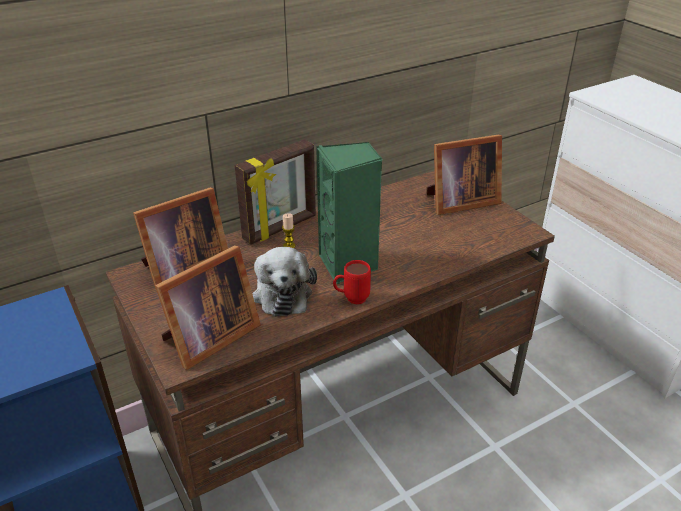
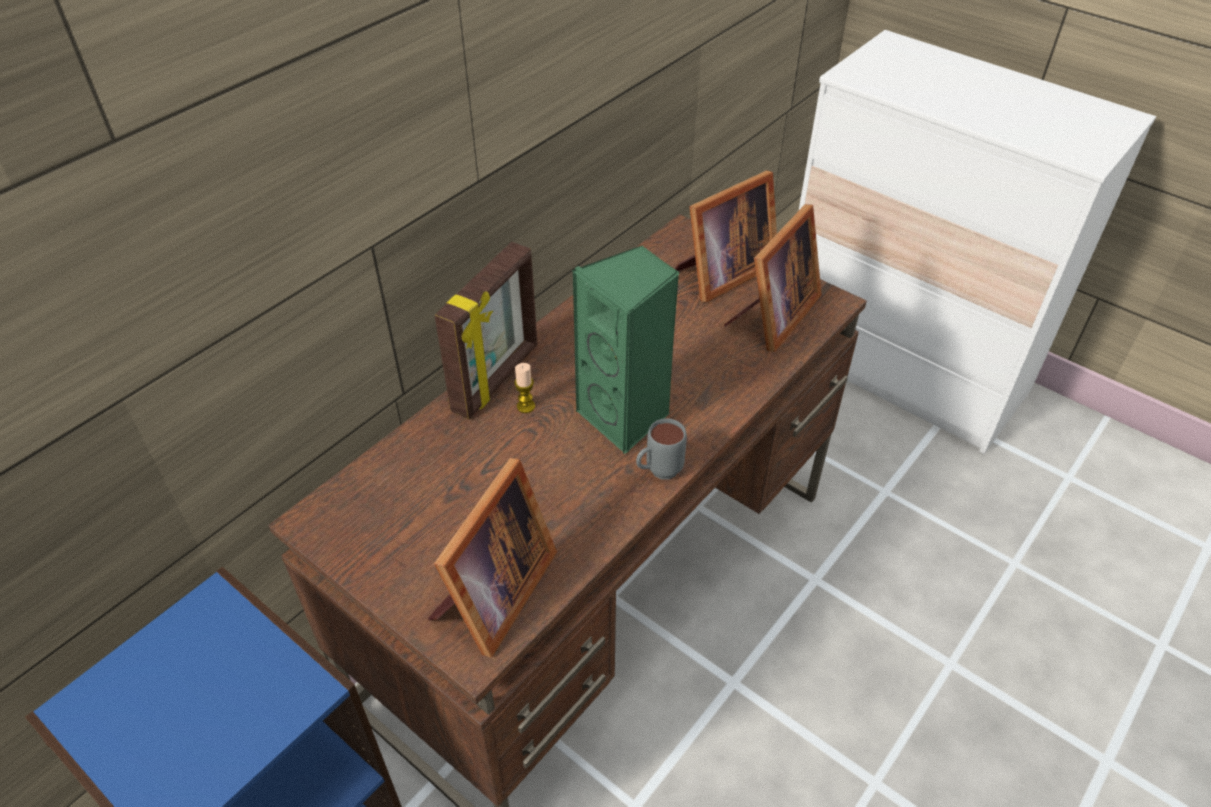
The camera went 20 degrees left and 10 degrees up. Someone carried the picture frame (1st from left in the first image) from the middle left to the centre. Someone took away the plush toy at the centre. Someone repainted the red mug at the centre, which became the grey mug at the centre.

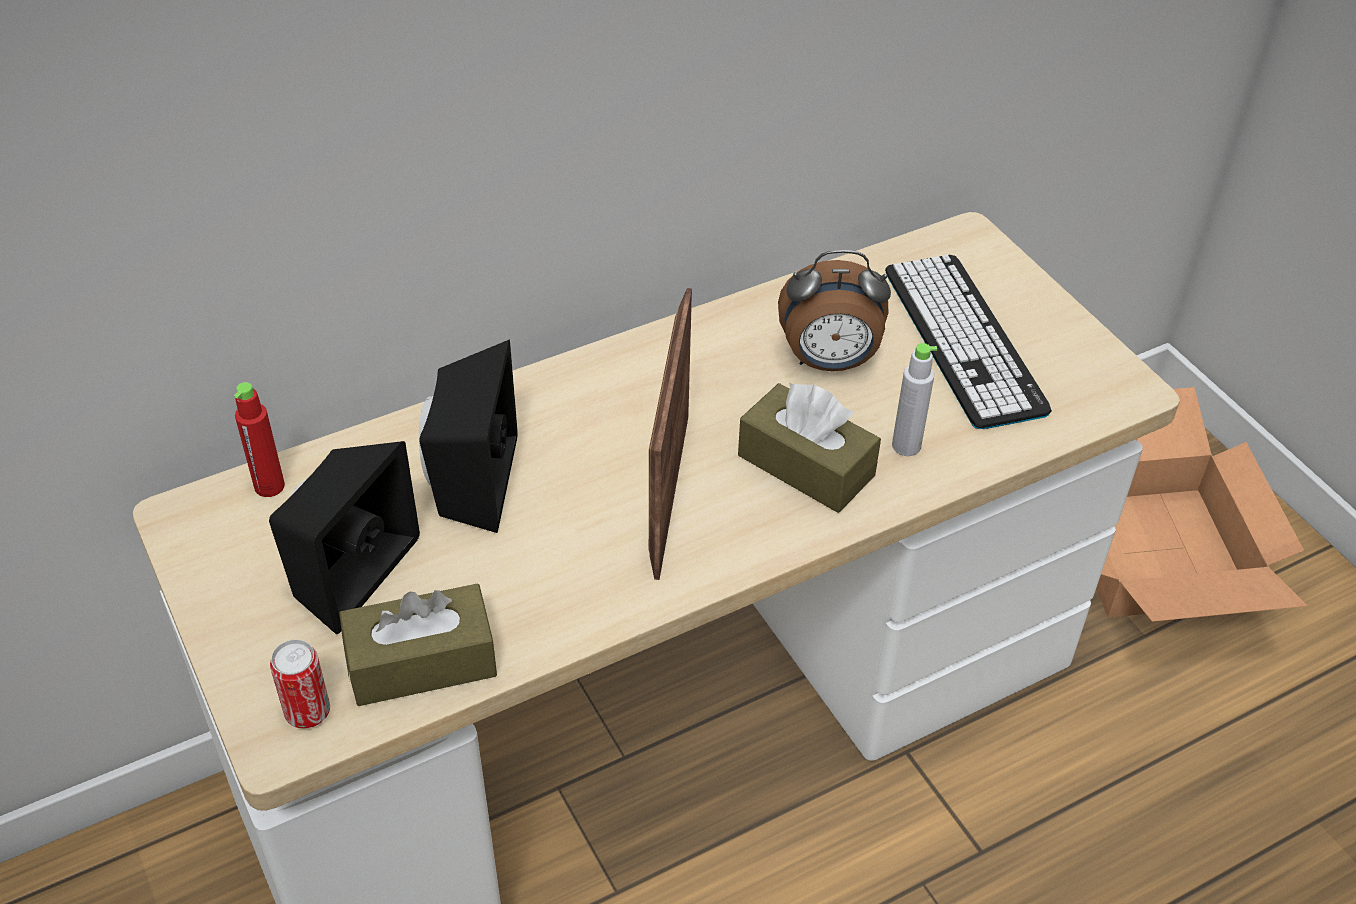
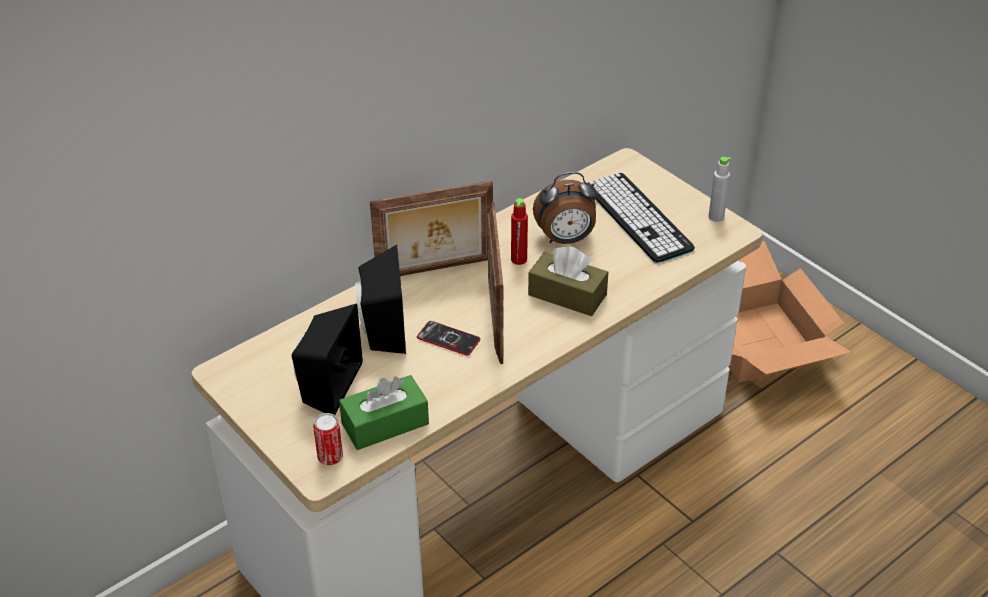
The camera went 10 degrees left and 5 degrees down. Someone carried the red bottle from the middle left to the centre. Someone repainted the brown tissue box (1st from left) at the bottom left, which became the green tissue box at the bottom centre. Someone carried the grey bottle from the middle right to the top right. Someone put down the picture frame (1st from left) at the centre. Someone put down the phone at the centre.

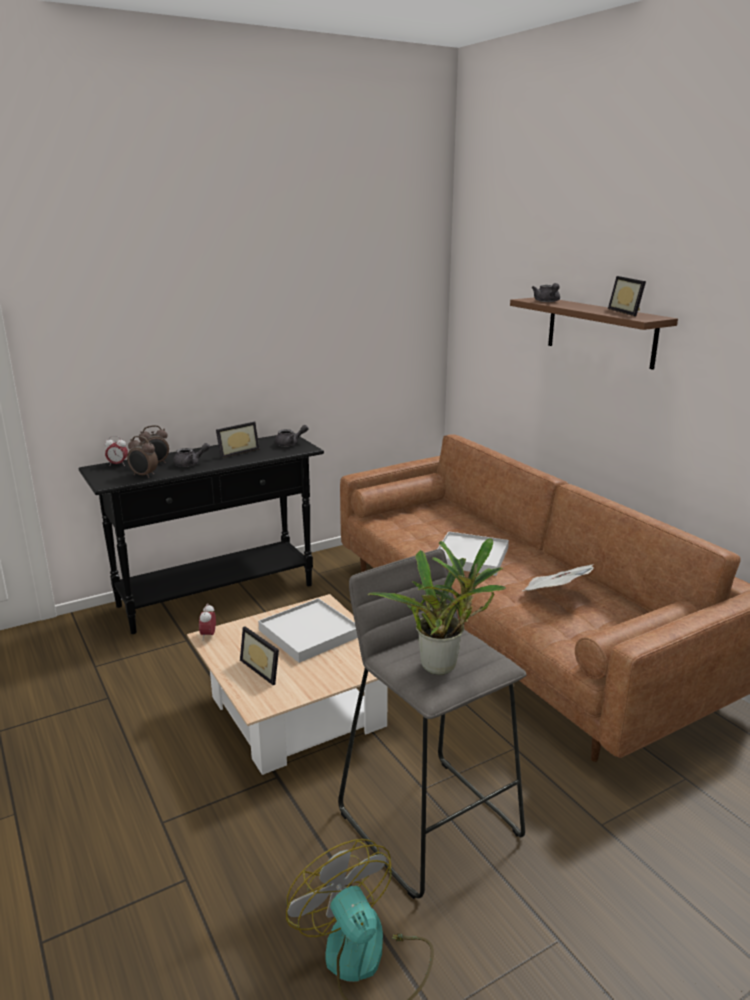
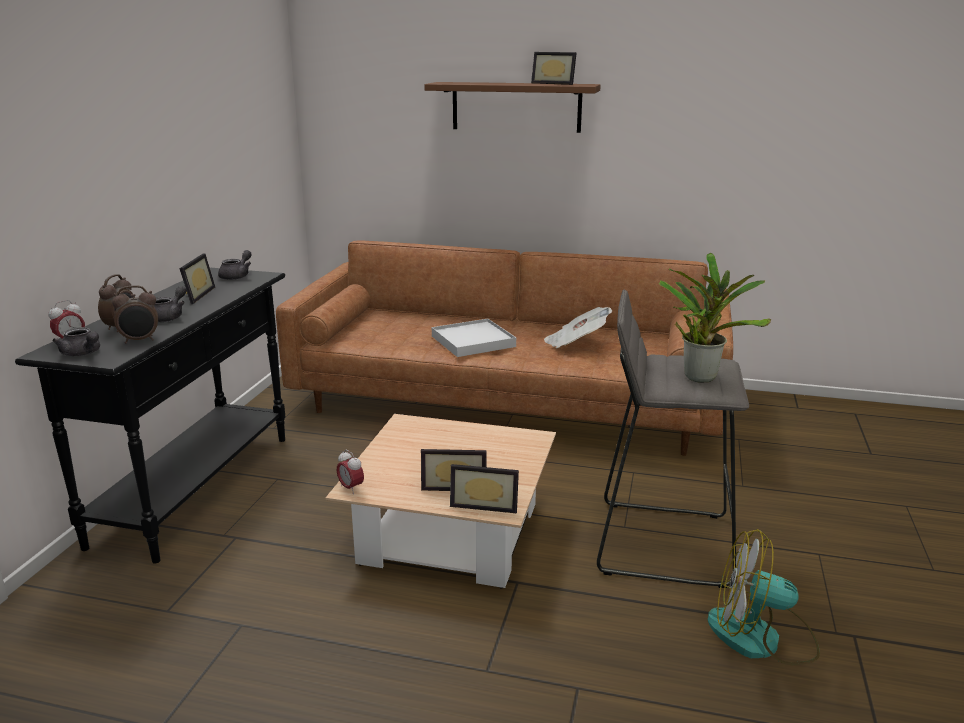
The camera went 45 degrees left and 0 degrees up. Someone took away the white tray (1st from left) at the centre. Someone carried the grey teapot (3rd from left in the first image) from the top right to the middle left. Someone put down the picture frame (3rd from left) at the bottom centre.

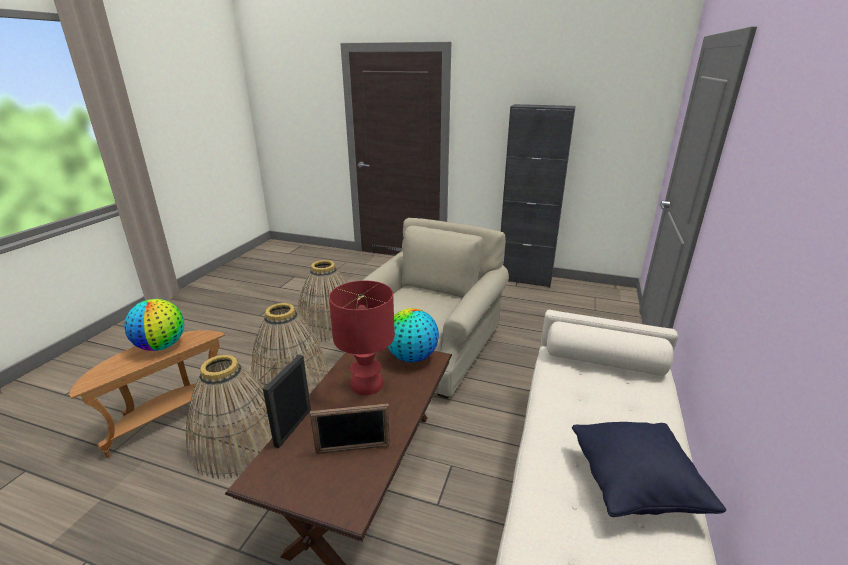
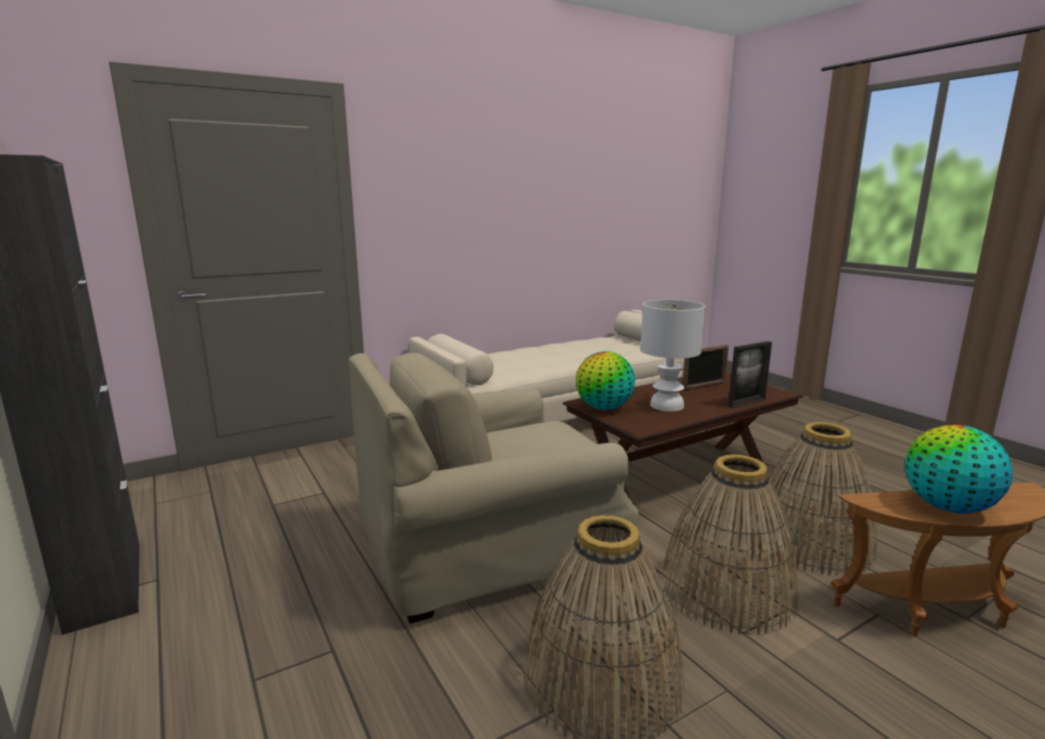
The camera went 140 degrees left and 10 degrees down. Someone rotated the picture frame (2nd from left in the first image) at the bottom centre by 120 degrees clockwise. Someone repainted the red table lamp at the centre, which became the white table lamp at the centre. Someone took away the black pillow at the bottom right.

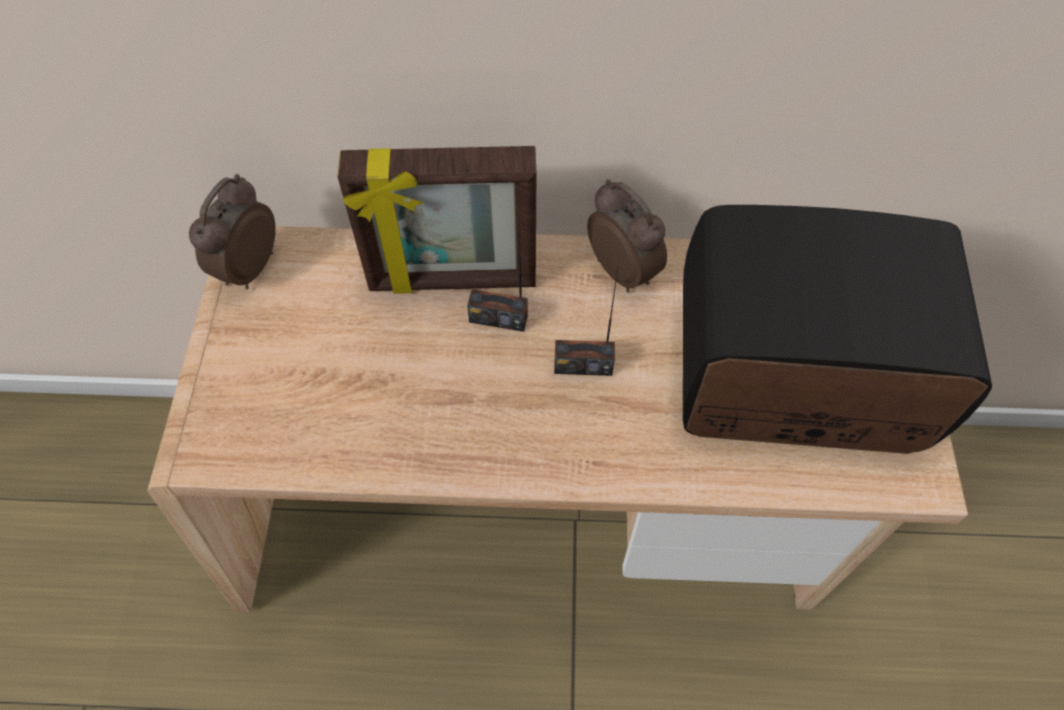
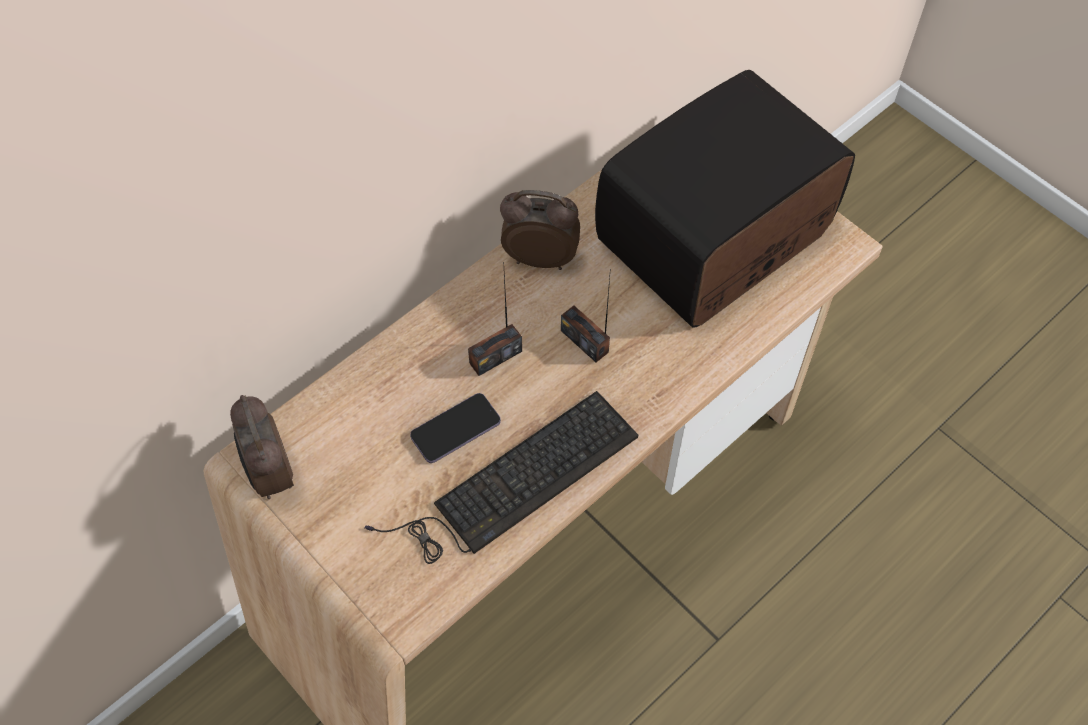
The camera went 45 degrees left and 0 degrees up. Someone took away the picture frame at the top centre. Someone rotated the radio (2nd from left) at the centre by 90 degrees clockwise. Someone put down the keyboard at the centre. Someone put down the phone at the centre.

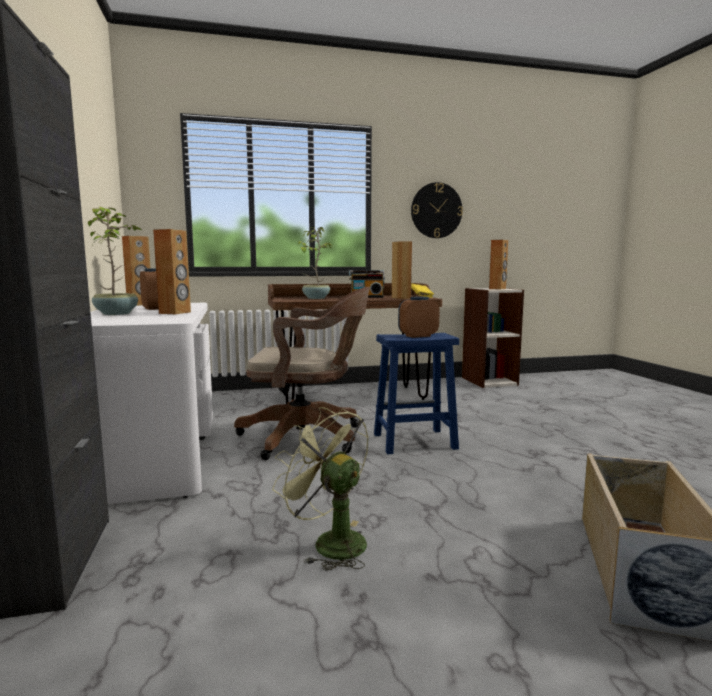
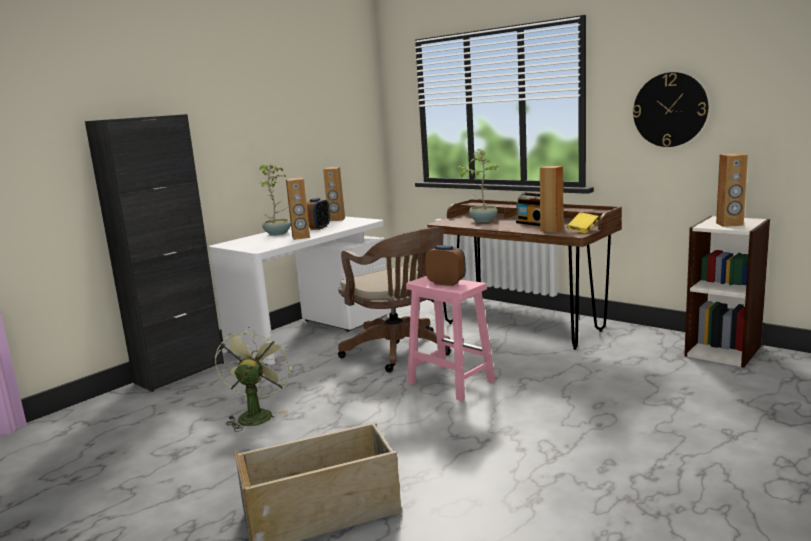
The camera went 55 degrees right and 5 degrees up. Someone repainted the blue stool at the centre, which became the pink stool at the centre.

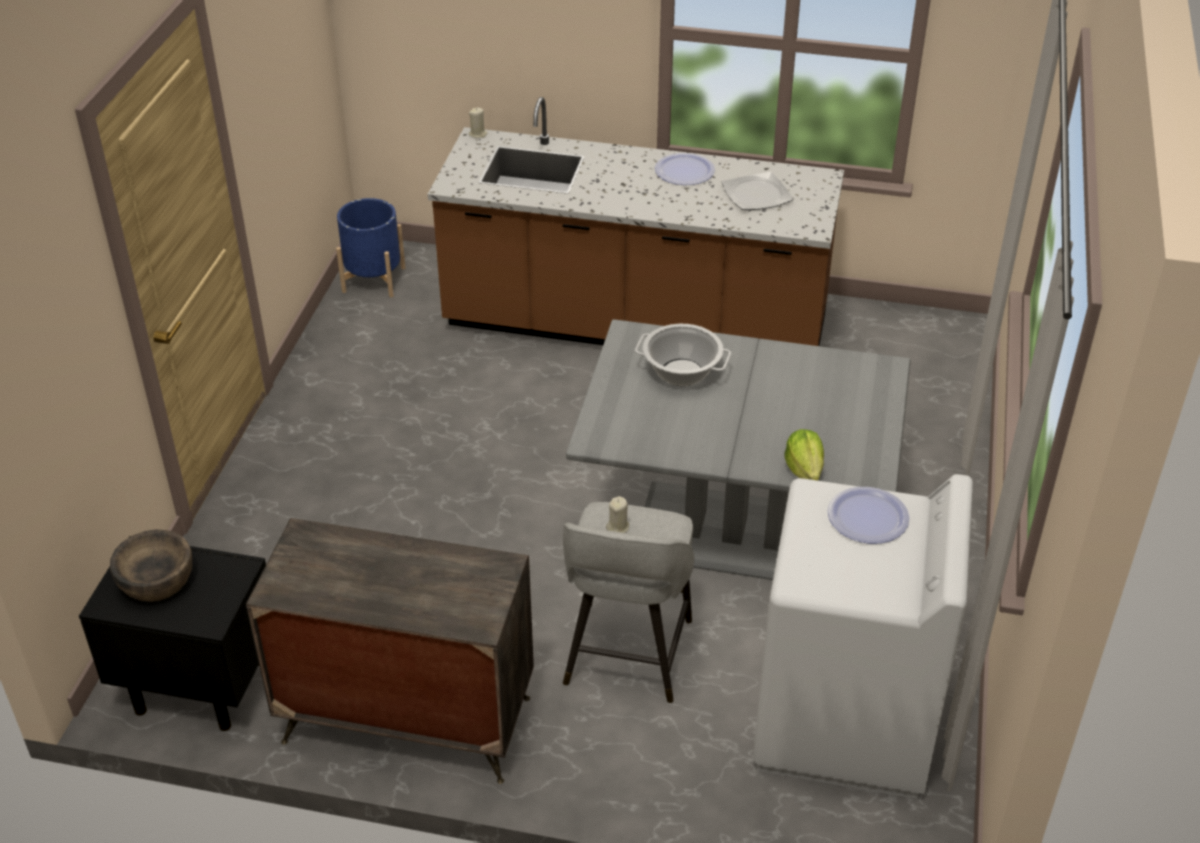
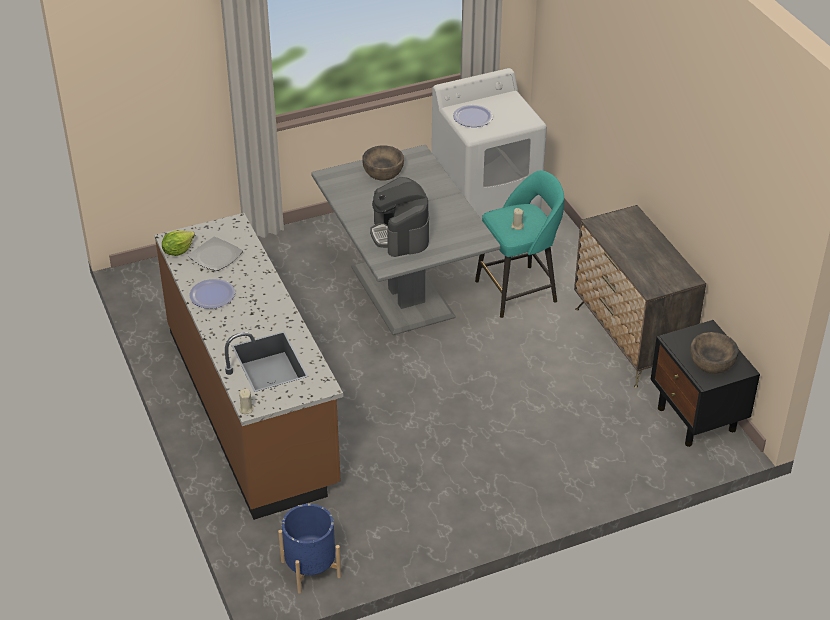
The camera went 125 degrees left and 0 degrees up. Someone repainted the grey stool at the bottom centre, which became the turquoise stool at the centre. Someone swapped the cooking pot at the centre for the coffee machine at the centre. Someone carried the lettuce from the middle right to the middle left. Someone put down the brown bowl (1st from left) at the top centre.

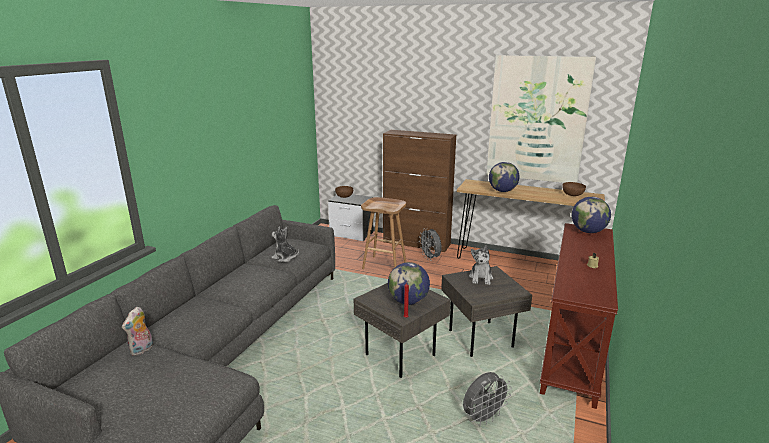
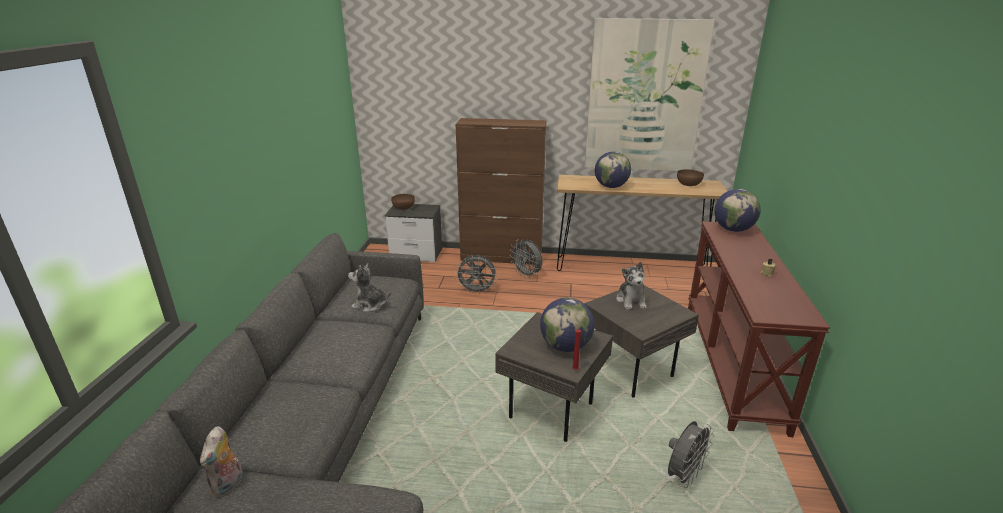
The camera went 15 degrees left and 5 degrees up. Someone swapped the brown stool at the centre for the grey fan (1st from left) at the centre.

